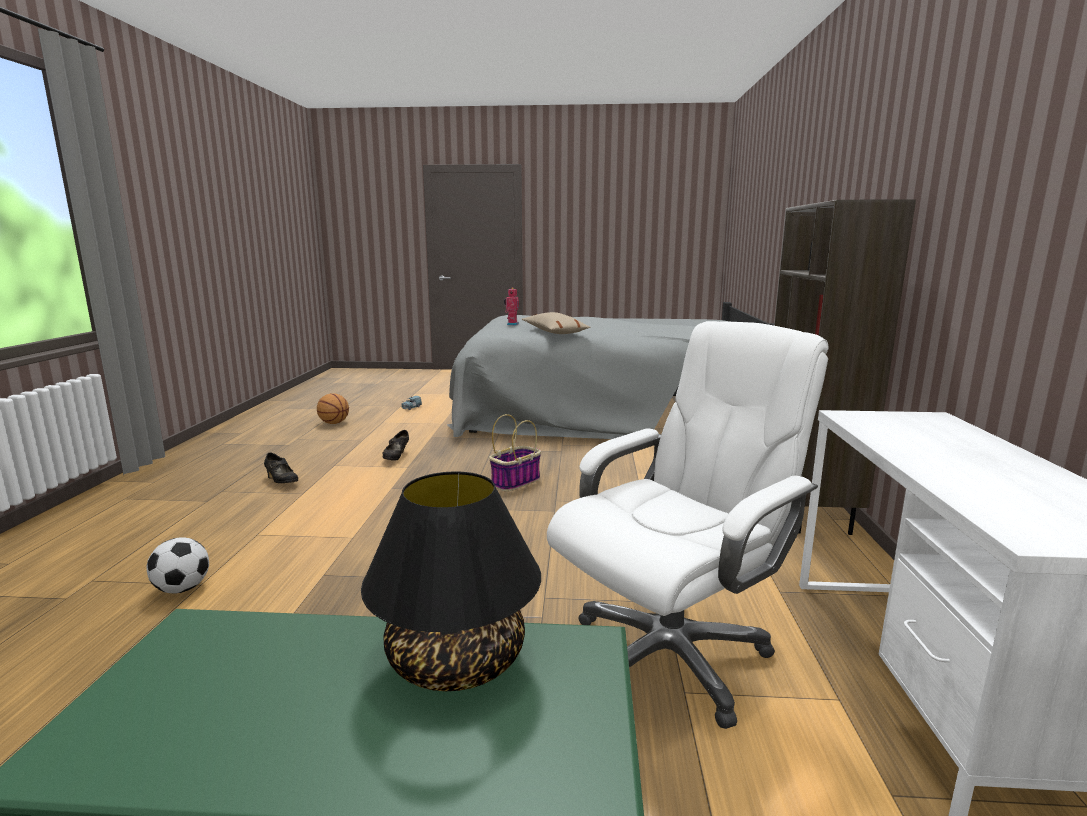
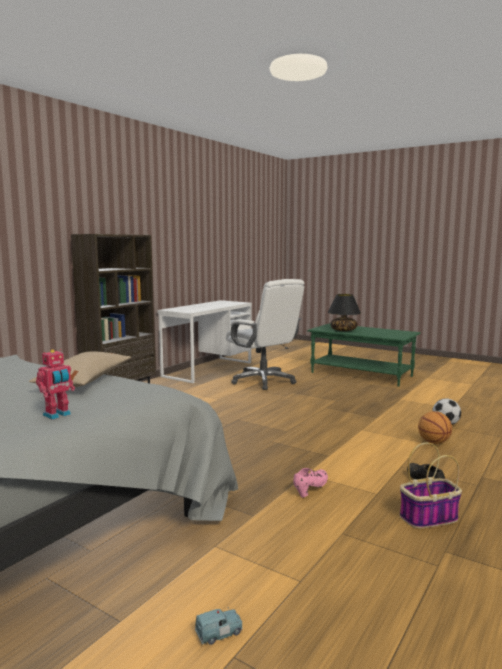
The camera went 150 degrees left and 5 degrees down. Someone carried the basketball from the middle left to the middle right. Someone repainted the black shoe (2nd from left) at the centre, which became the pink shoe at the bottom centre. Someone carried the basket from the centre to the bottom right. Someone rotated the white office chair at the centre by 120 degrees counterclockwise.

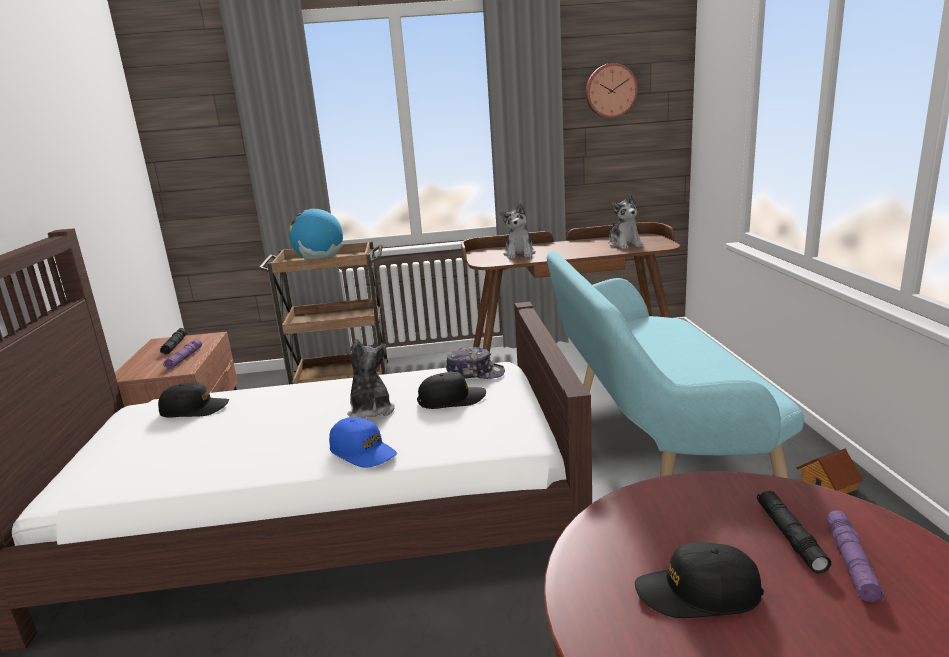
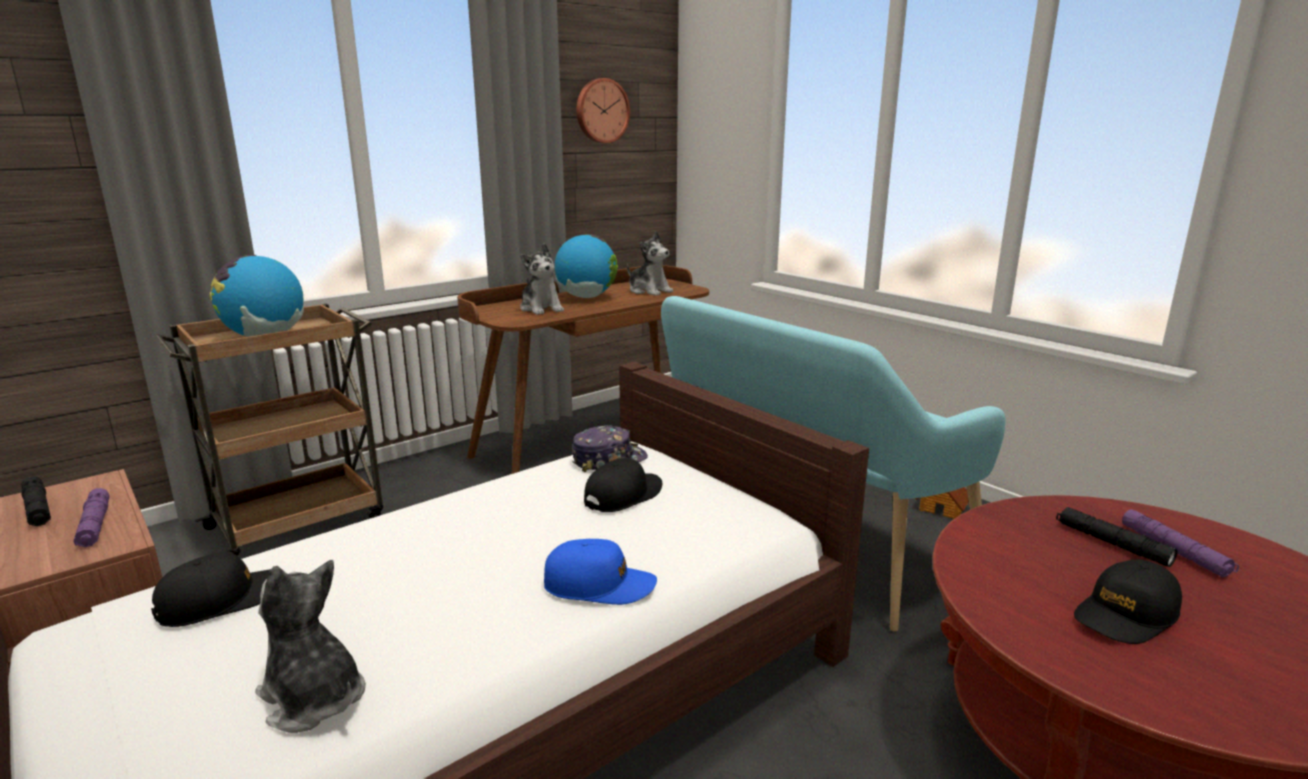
The camera went 35 degrees left and 0 degrees up. Someone carried the plush toy (1st from left) from the centre to the bottom left. Someone put down the globe (2nd from left) at the centre.

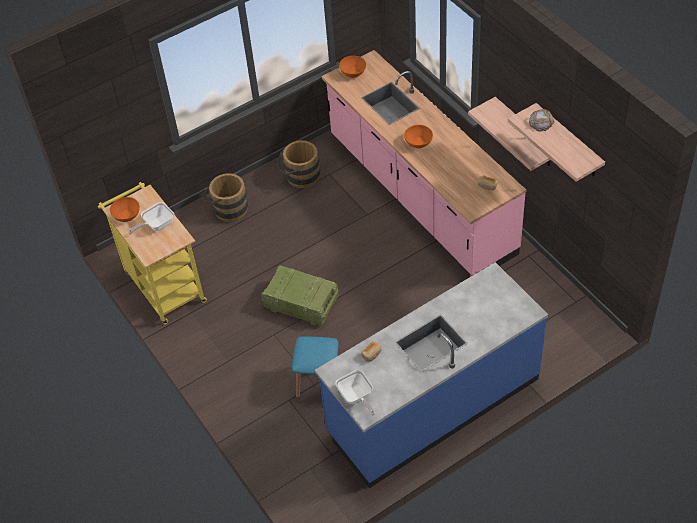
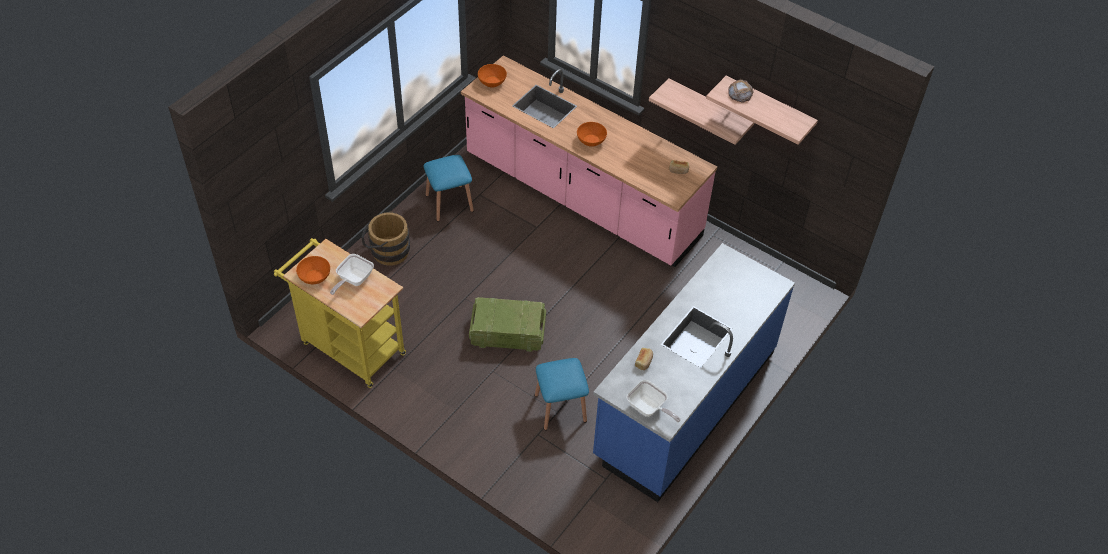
The camera went 25 degrees left and 0 degrees up. Someone swapped the brown bucket (2nd from left) at the top centre for the blue stool (1st from left) at the centre.

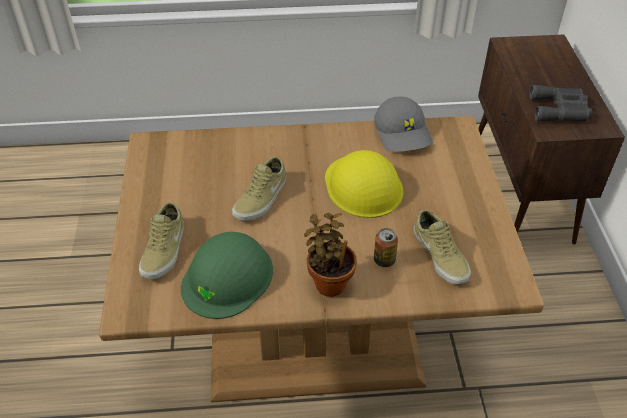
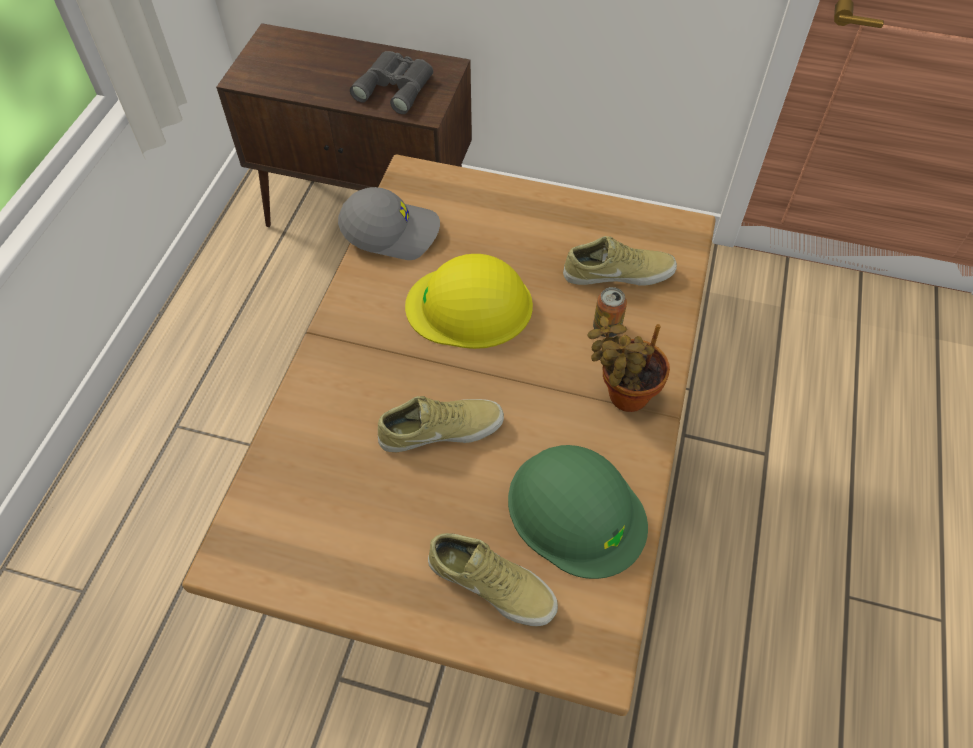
The camera went 70 degrees left and 10 degrees up. Someone rotated the beige shoe (2nd from left in the first image) at the centre by 60 degrees counterclockwise.

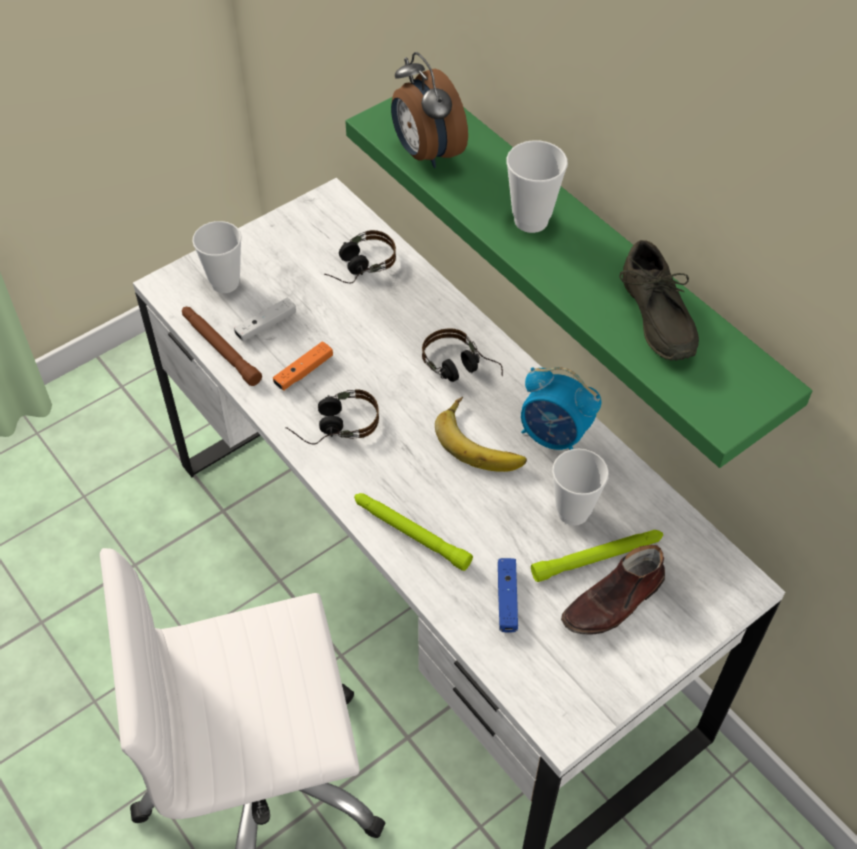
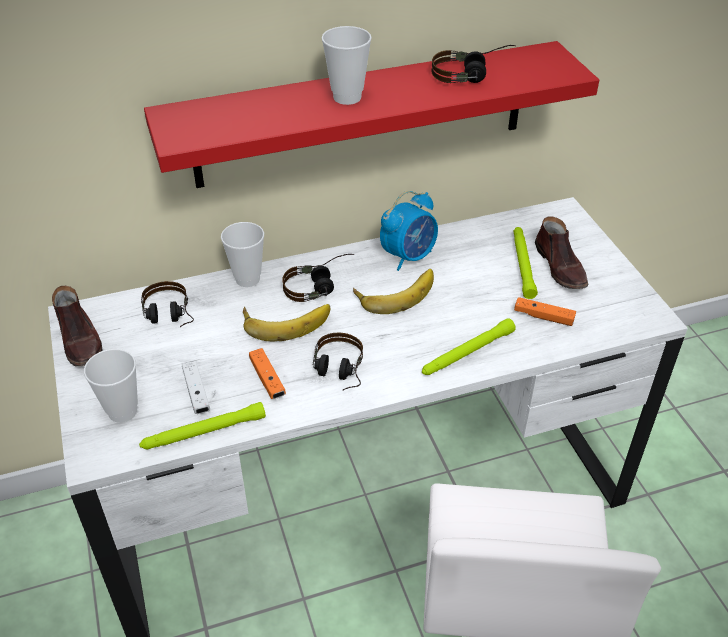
The camera went 70 degrees left and 10 degrees down. Someone repainted the brown flashlight at the middle left, which became the green flashlight (1st from left) at the bottom left. Someone repainted the green shelf at the top right, which became the red shelf at the top centre. Someone took away the alarm clock (1st from left) at the top centre. Someone repainted the blue game controller at the bottom centre, which became the orange game controller (2nd from left) at the middle right. Someone carried the cup (3rd from left in the first image) from the middle right to the middle left. Someone swapped the grey shoe at the middle right for the headphones (4th from left) at the top centre. Someone put down the brown shoe (1st from left) at the middle left. Someone put down the banana (1st from left) at the centre.

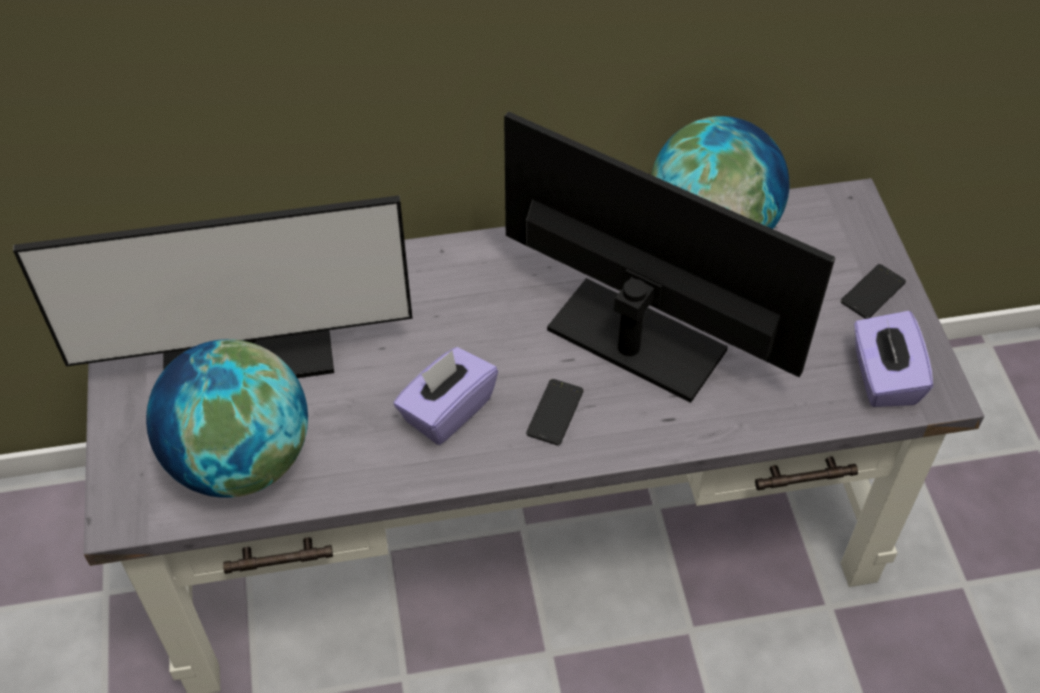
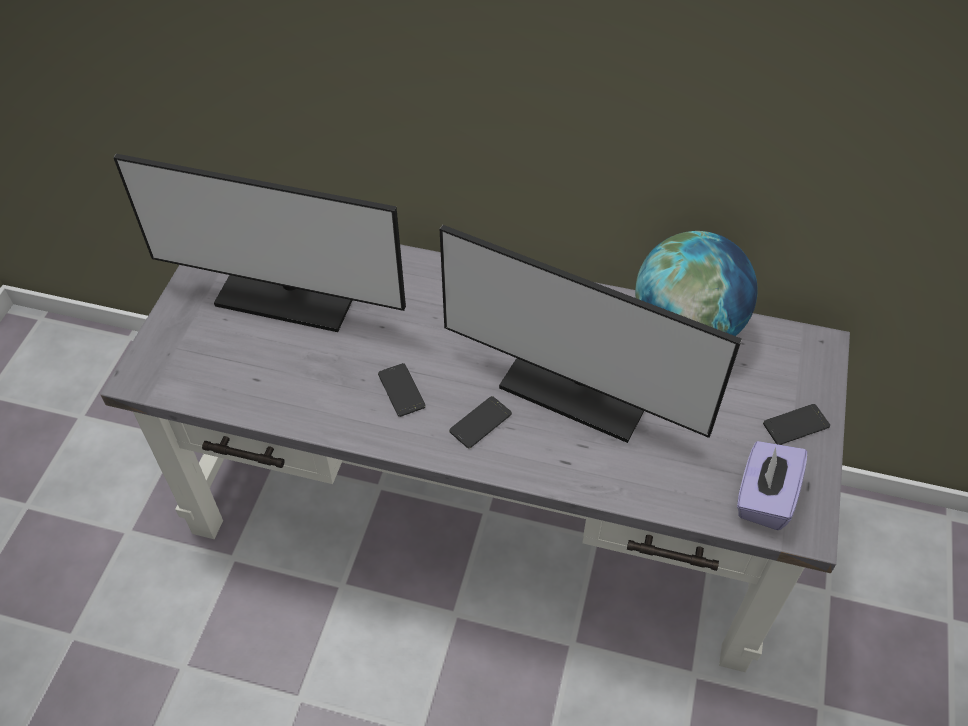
The camera went 25 degrees right and 0 degrees up. Someone took away the globe (1st from left) at the middle left. Someone swapped the purple tissue box (1st from left) at the centre for the phone (1st from left) at the centre. Someone rotated the monitor (2nd from left) at the centre by 150 degrees clockwise.

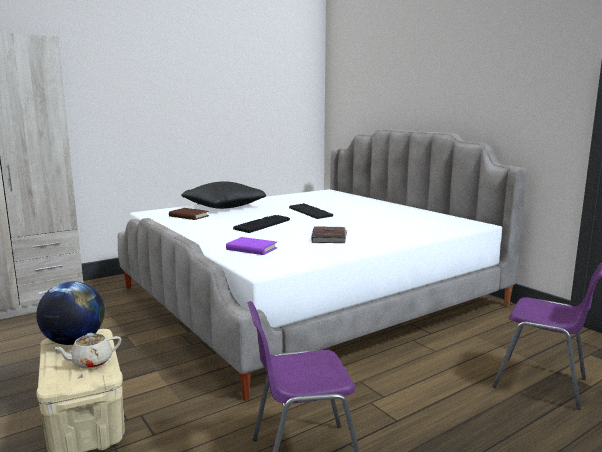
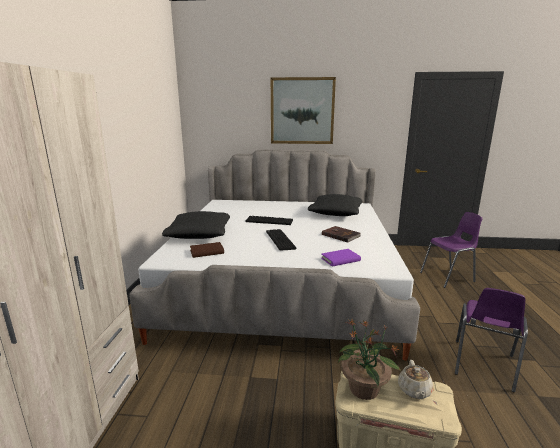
The camera went 50 degrees left and 5 degrees up. Someone swapped the globe at the bottom left for the potted plant at the bottom centre. Someone put up the picture at the top centre. Someone put down the black pillow (2nd from left) at the centre.

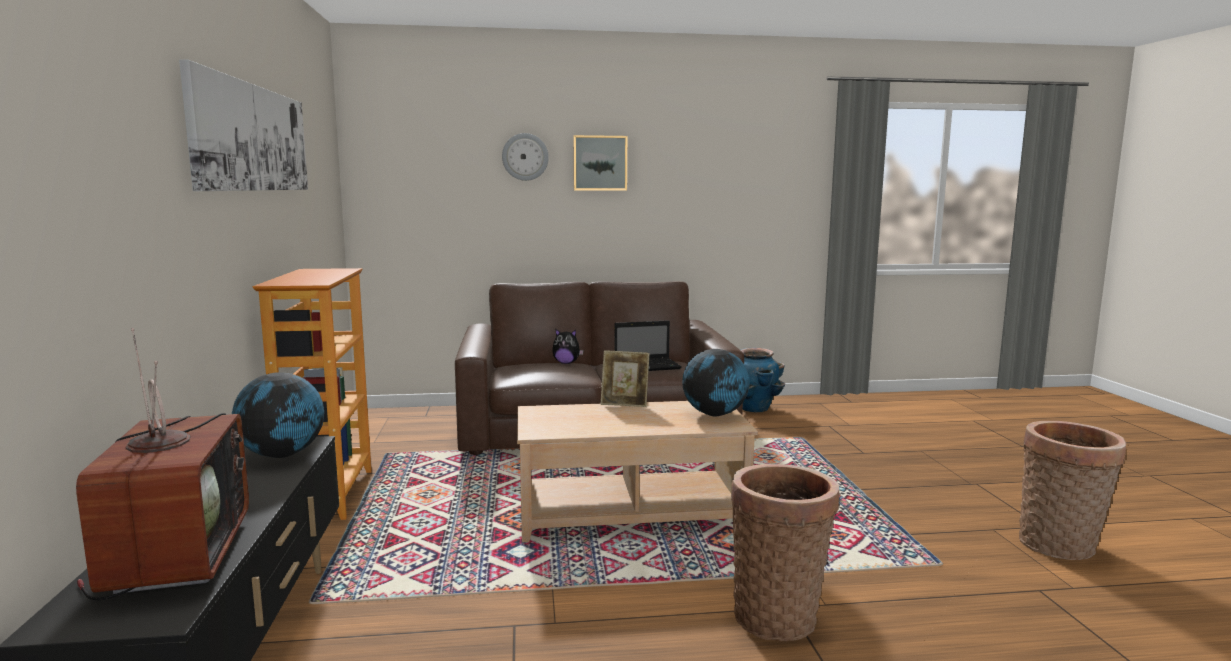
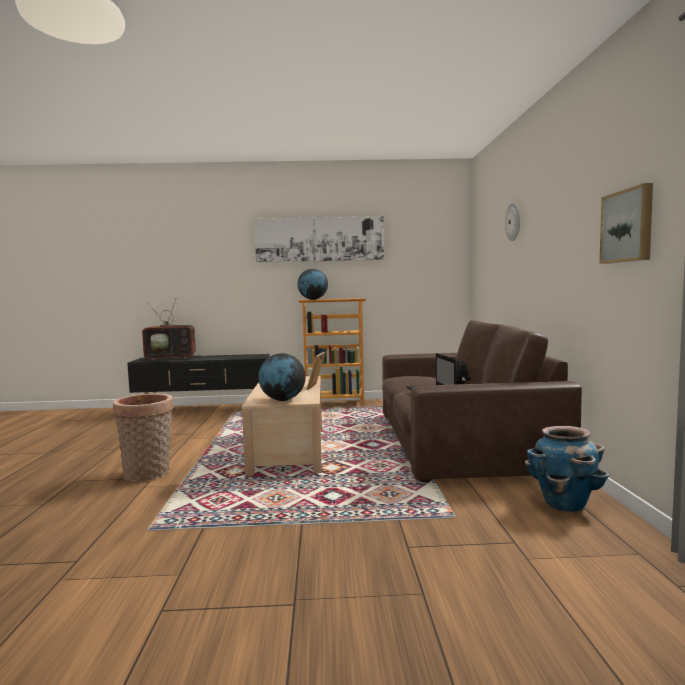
The camera went 95 degrees right and 5 degrees down. Someone carried the globe (1st from left in the first image) from the middle left to the centre. Someone carried the picture (2nd from left) from the top centre to the top right. Someone took away the basket (2nd from left) at the bottom right.

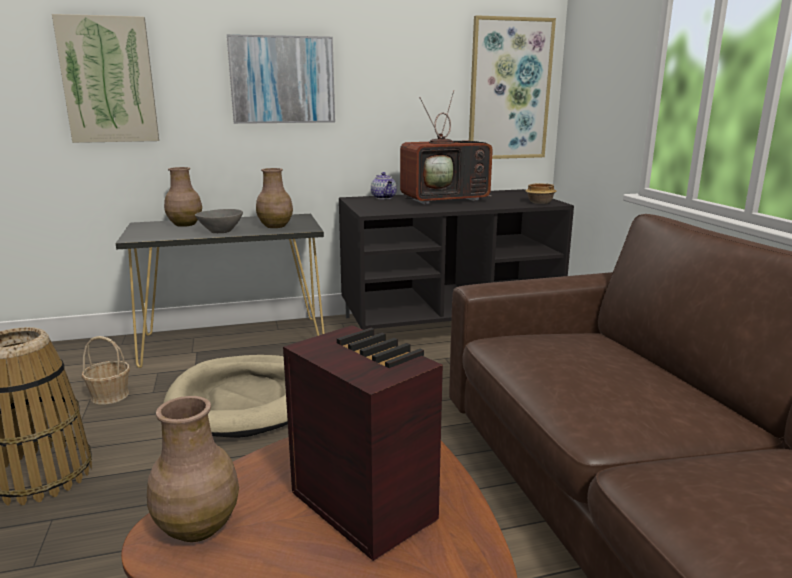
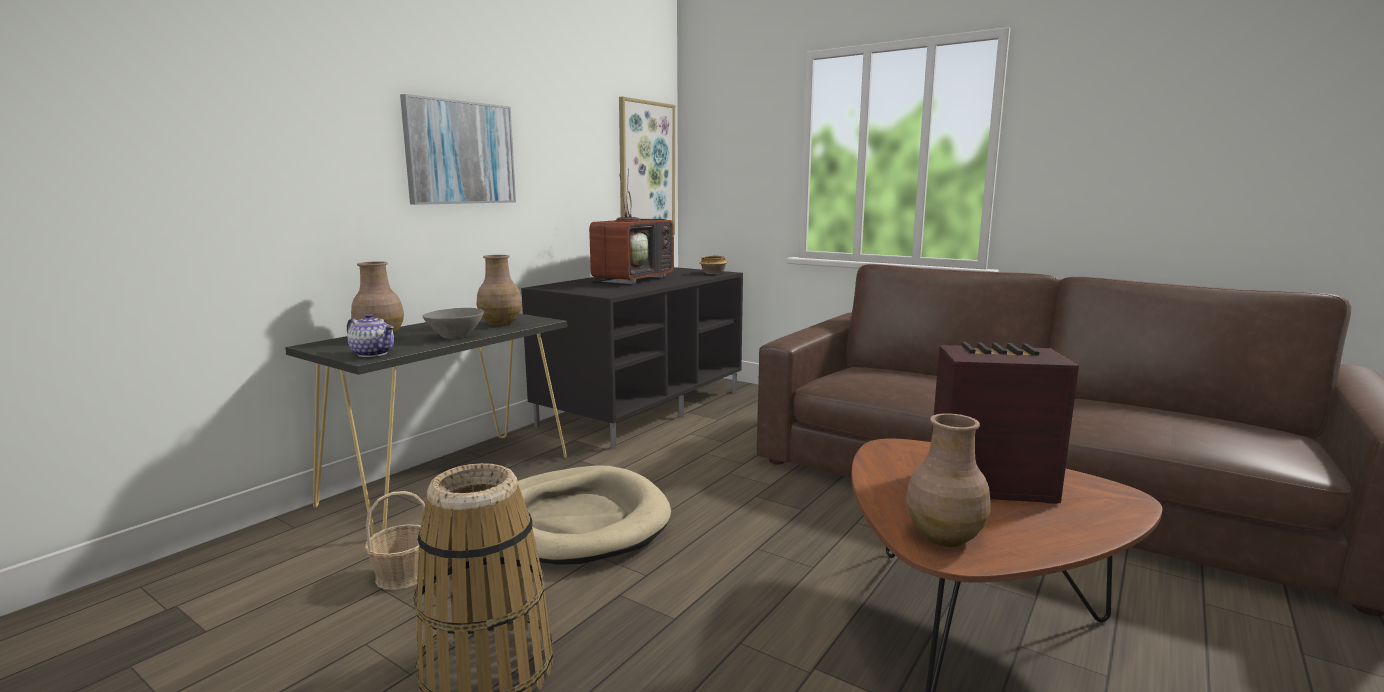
The camera went 40 degrees left and 5 degrees down. Someone took away the picture (1st from left) at the top left. Someone carried the teapot from the top centre to the middle left.

